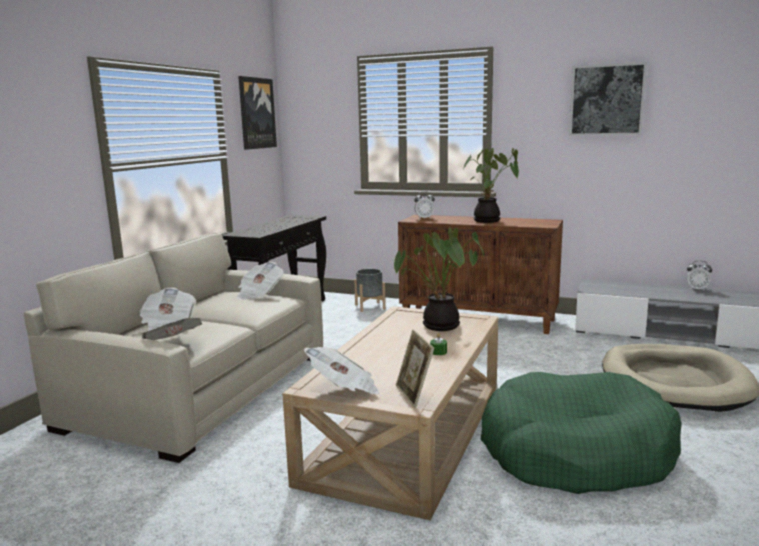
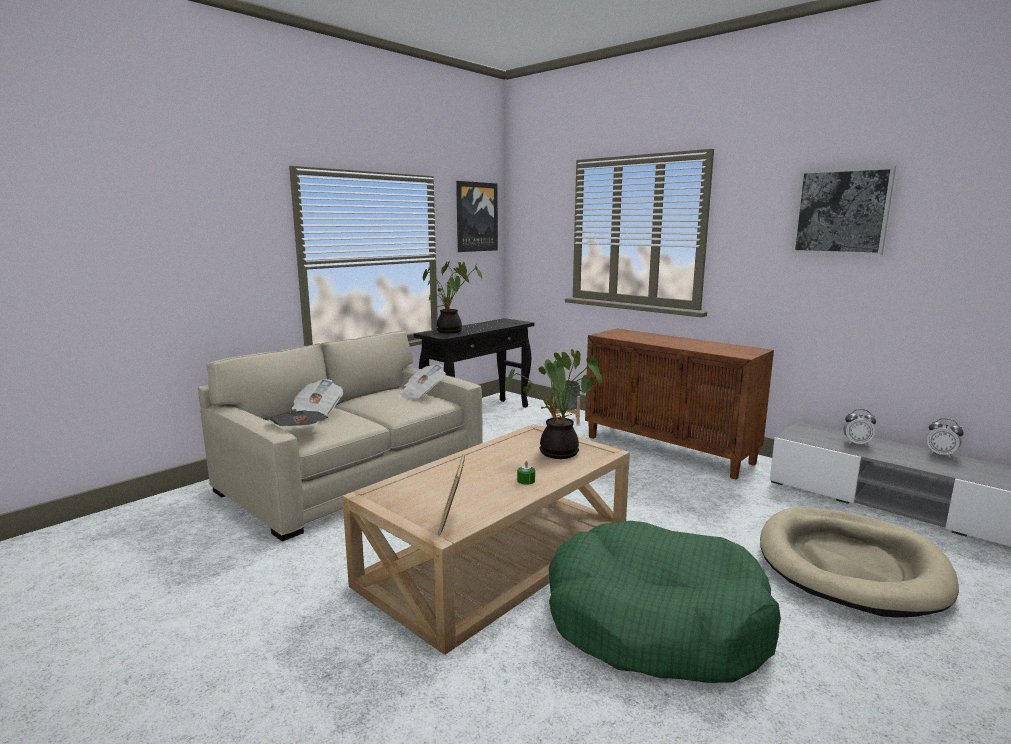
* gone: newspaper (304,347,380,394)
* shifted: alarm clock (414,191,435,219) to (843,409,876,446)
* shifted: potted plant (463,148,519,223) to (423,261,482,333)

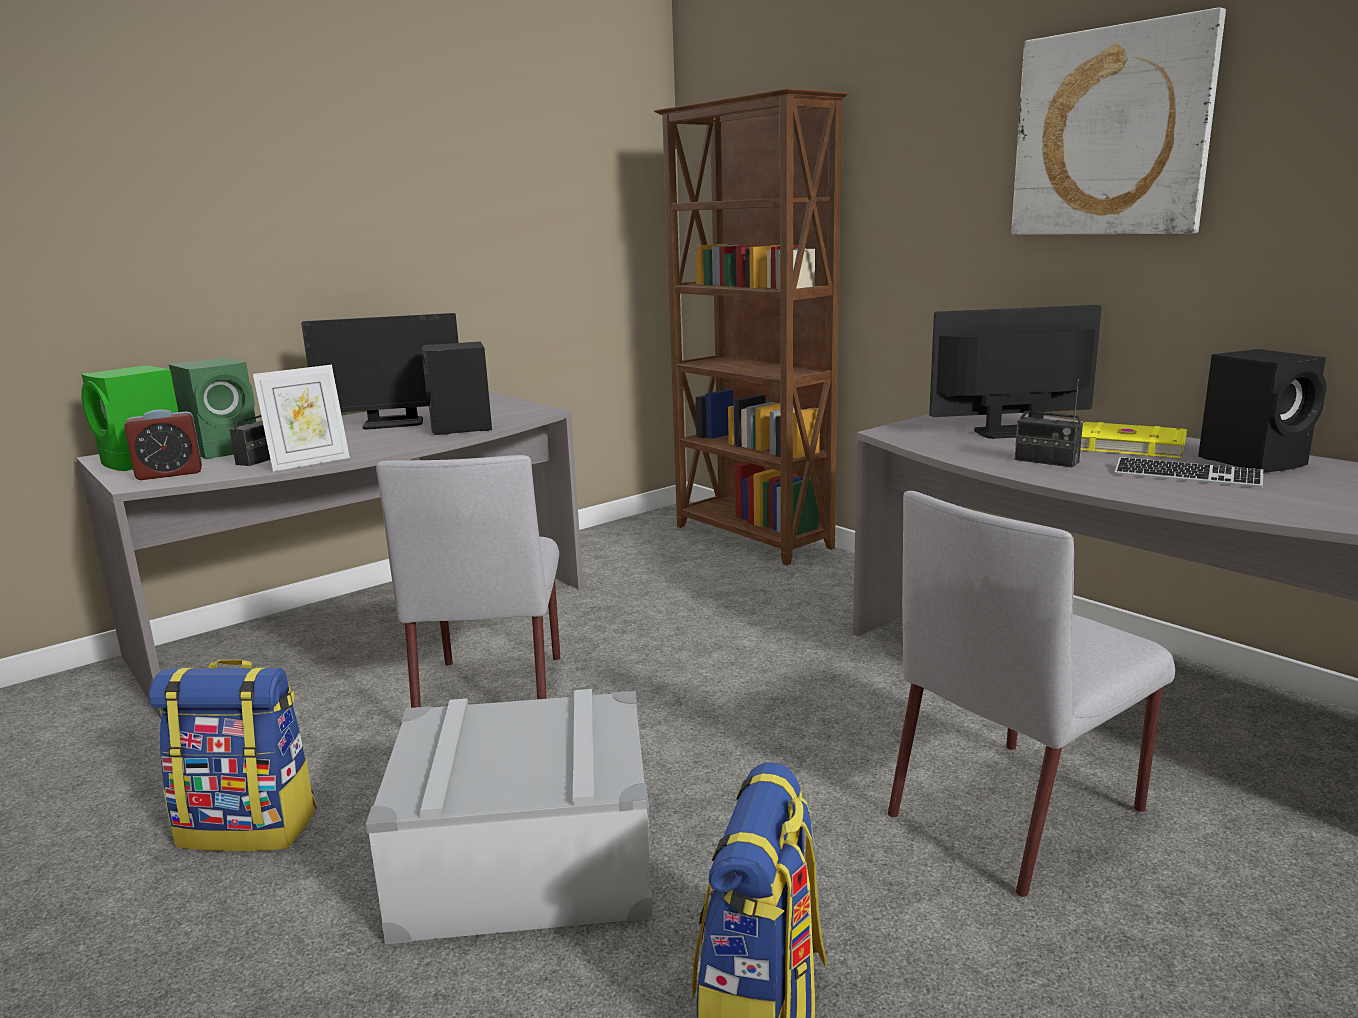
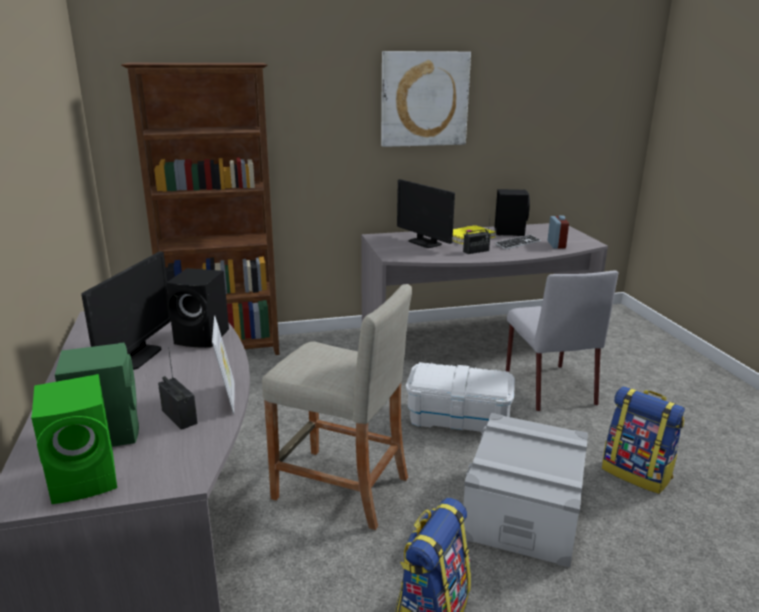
* new: white storage box (406,362,515,433)
* shifted: alarm clock (124,409,202,480) to (548,215,569,249)
* swapped: grey chair (376,455,560,708) to beige stool (262,284,412,530)
* rotated: monitor (929,305,1102,439) = (397,179,455,248) 60 degrees counterclockwise

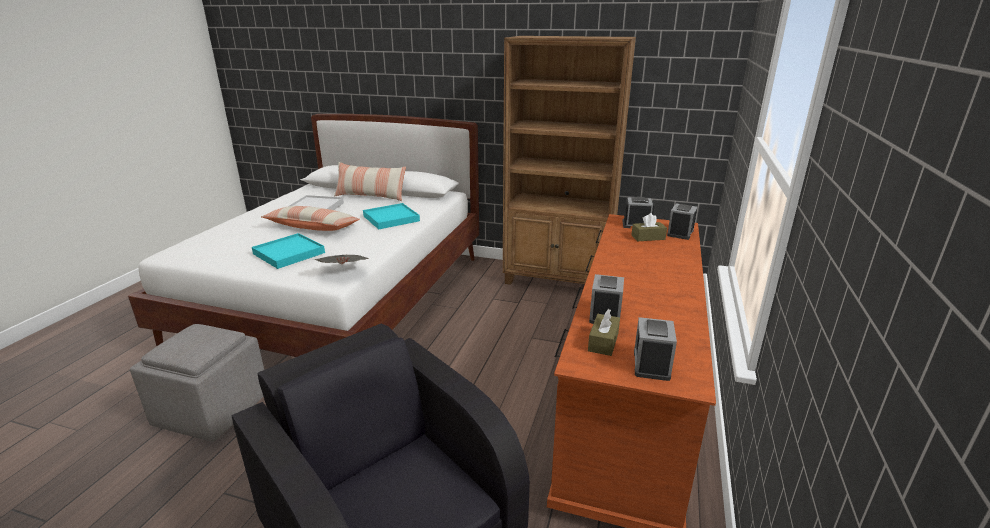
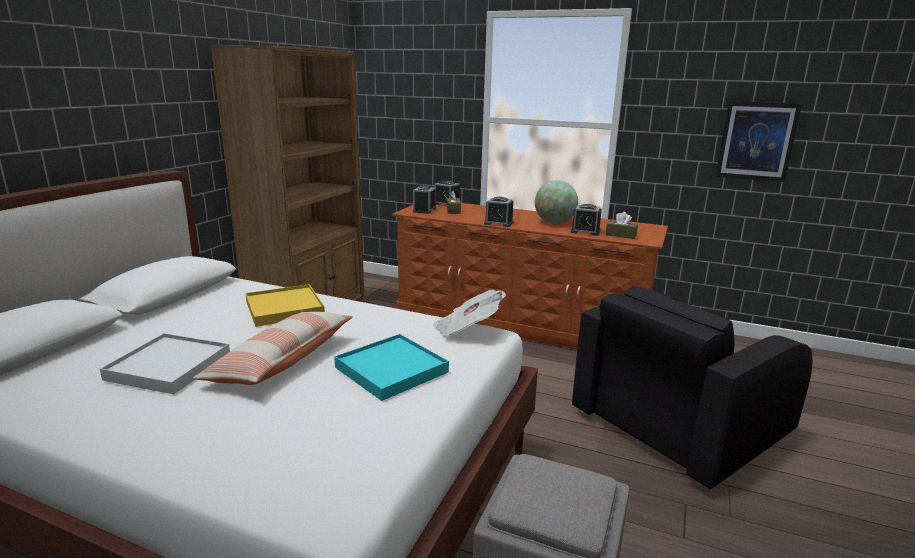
* gone: pillow (334,162,406,201)
* new: globe (535,180,578,224)
* new: picture (716,101,802,182)
* shifted: alarm clock (634,317,677,381) to (484,197,513,227)
* repainted: turquoise tray (363,203,420,229) to yellow tray (245,284,325,327)

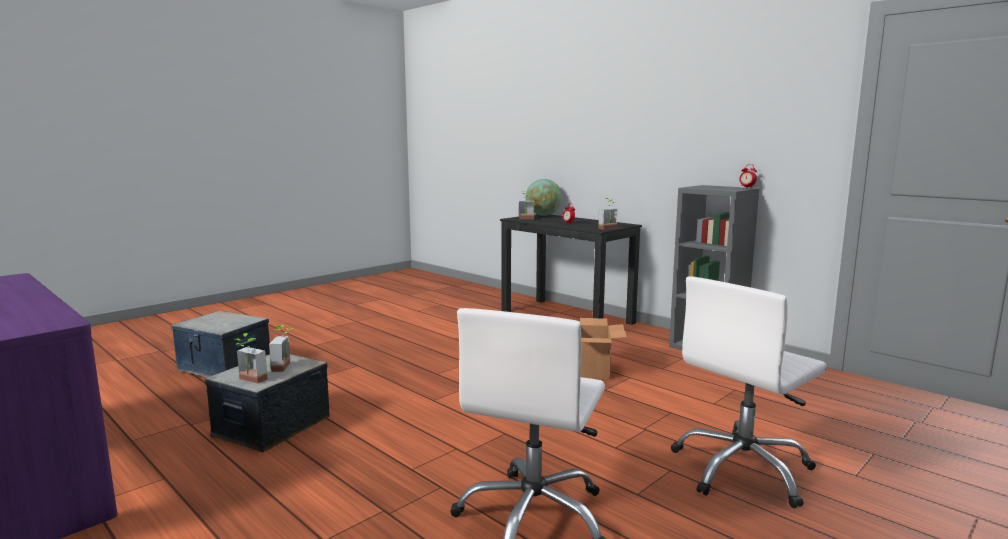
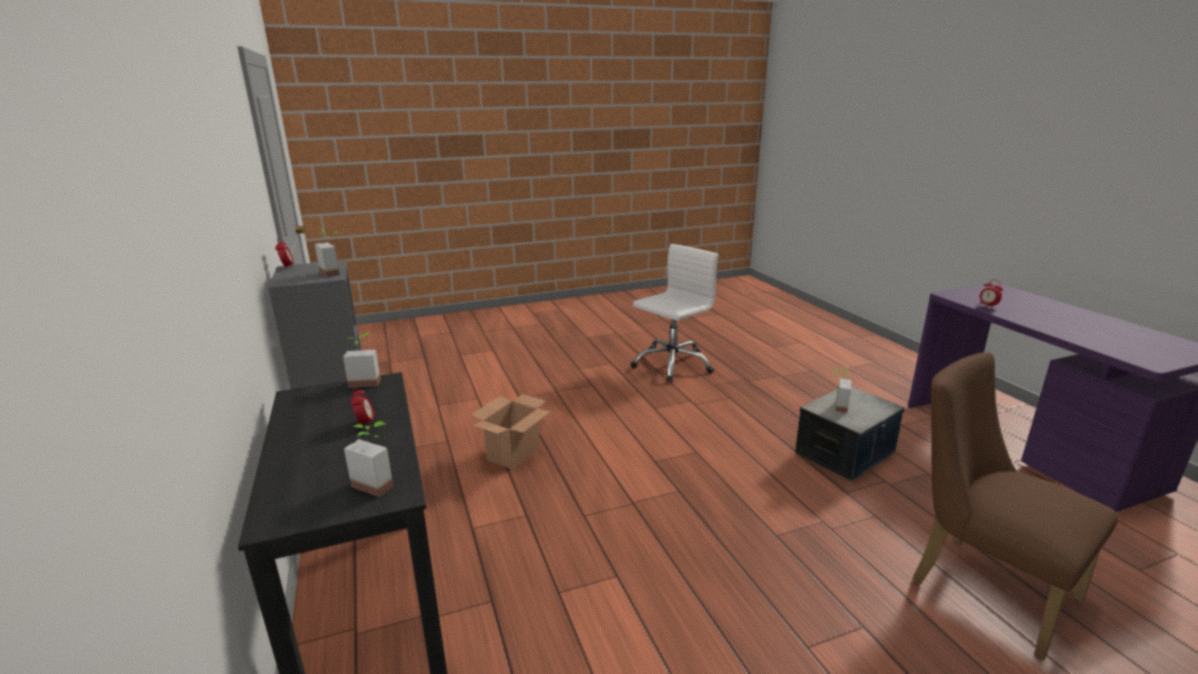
* gone: globe (525,179,562,216)
* gone: white office chair (671,276,827,508)
* new: alarm clock (979,280,1003,307)
* shifted: potted plant (234,333,268,384) to (315,229,340,277)
* swapped: storage box (171,311,270,378) to brown chair (913,352,1118,661)

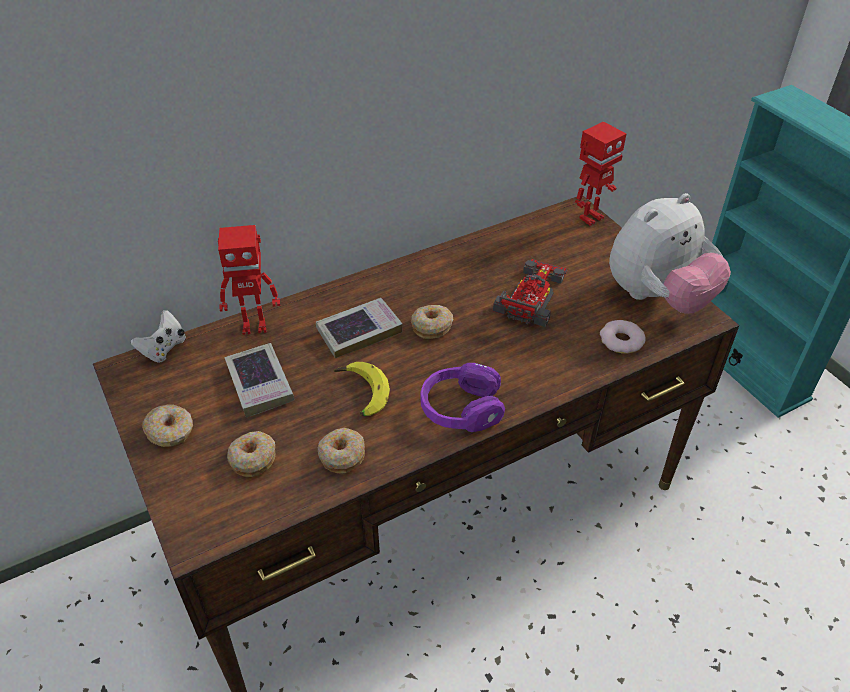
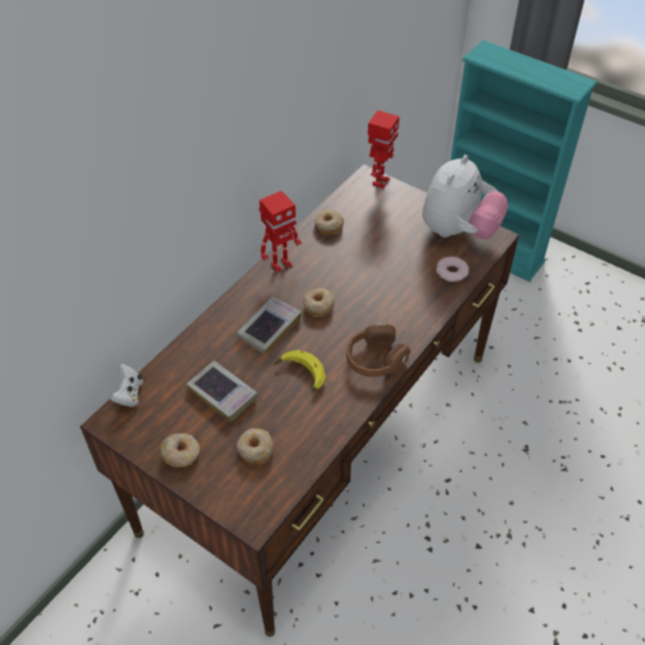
* gone: toy car (493,259,567,327)
* shifted: toy robot (218,225,280,335) to (259,191,302,273)
* shifted: donut (318,428,365,474) to (314,210,344,235)
* repainted: purple headphones (420,363,505,432) to brown headphones (346,324,410,377)

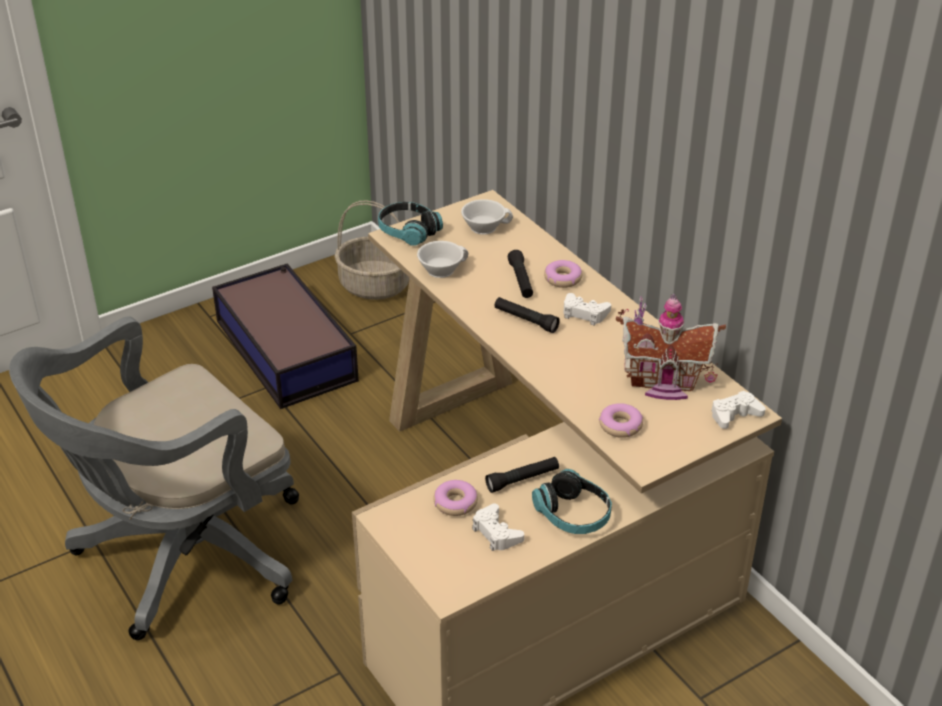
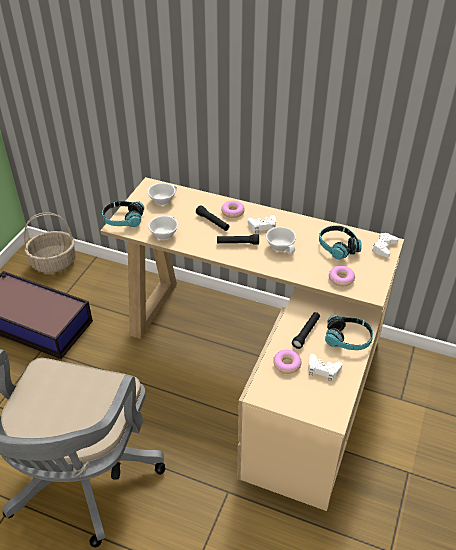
* new: white cup (266,227,296,255)
* swapped: toy house (616,294,726,400) to headphones (319,225,362,260)

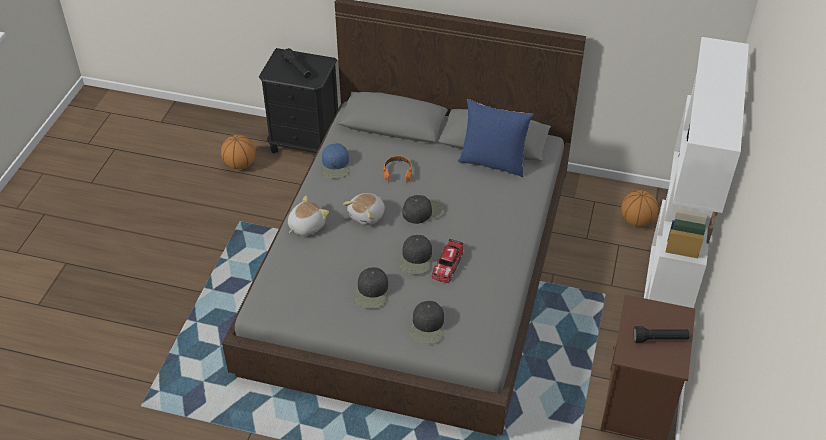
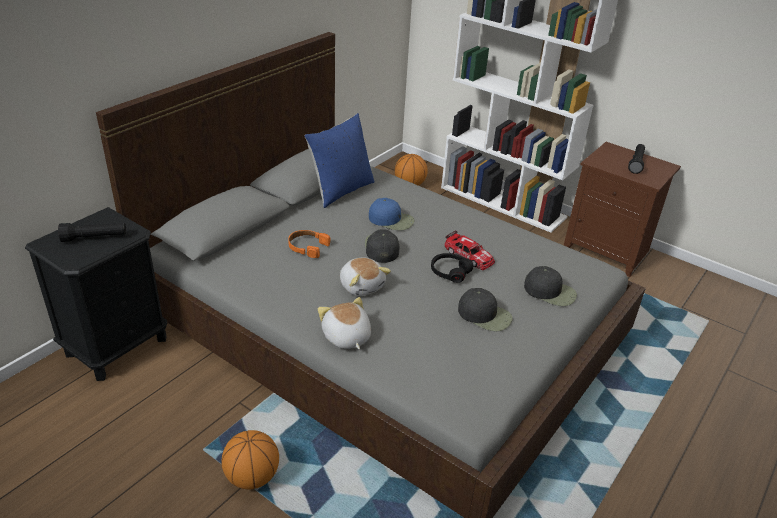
* shifted: basketball (221,135,256,169) to (221,430,279,489)
* shifted: blue cap (321,143,349,178) to (369,198,415,231)
* swapped: black cap (399,235,432,274) to black headphones (431,253,473,283)

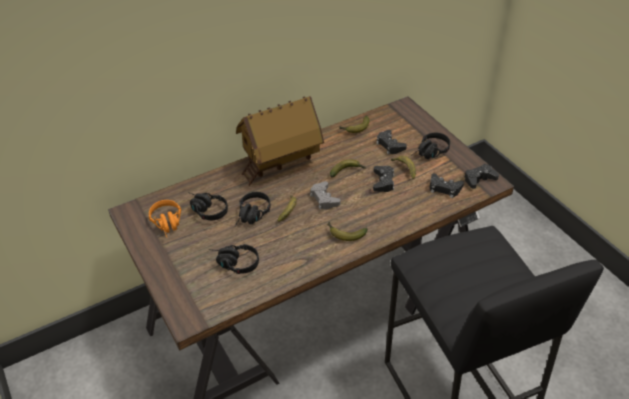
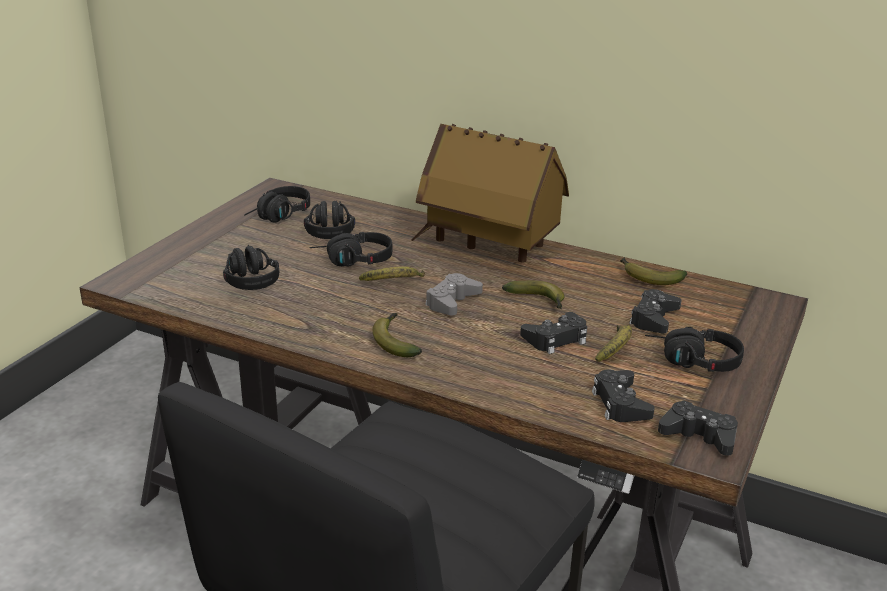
* repainted: orange headphones (149,200,181,237) to black headphones (244,186,310,223)

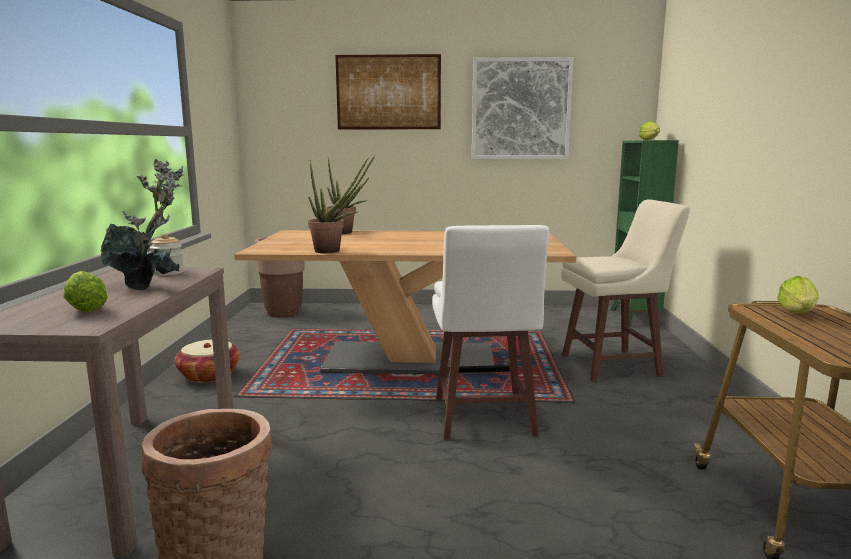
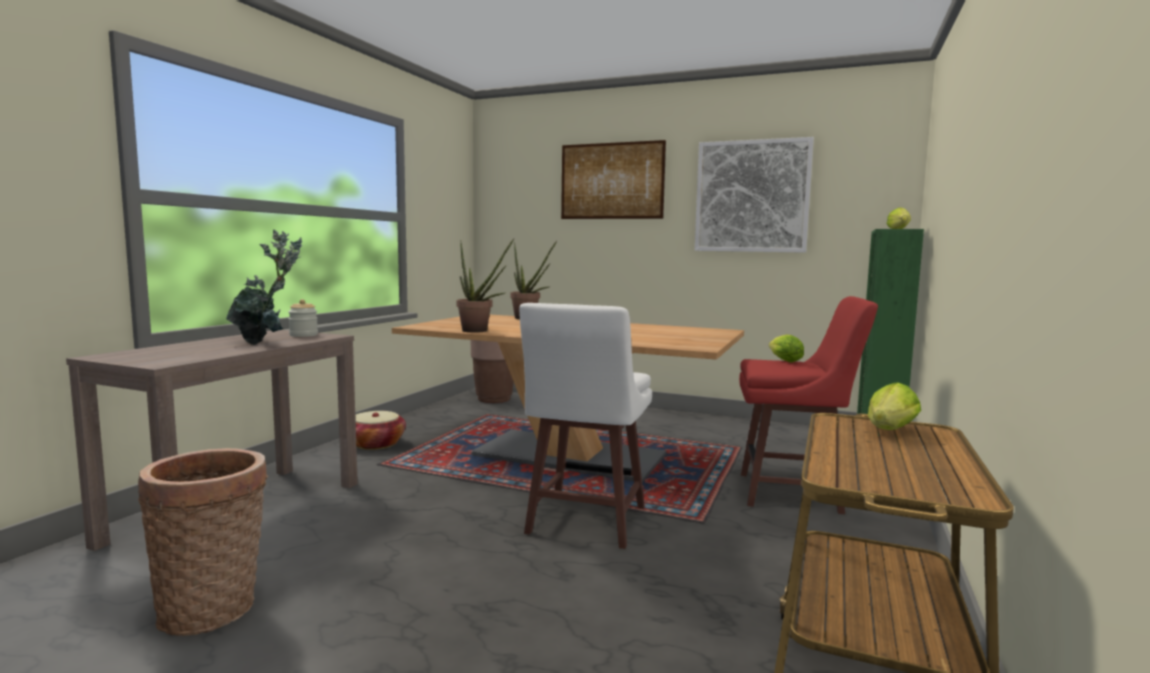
* shifted: lettuce (63,271,108,312) to (769,334,804,362)
* repainted: beige stool (561,199,690,382) to red stool (739,296,878,514)

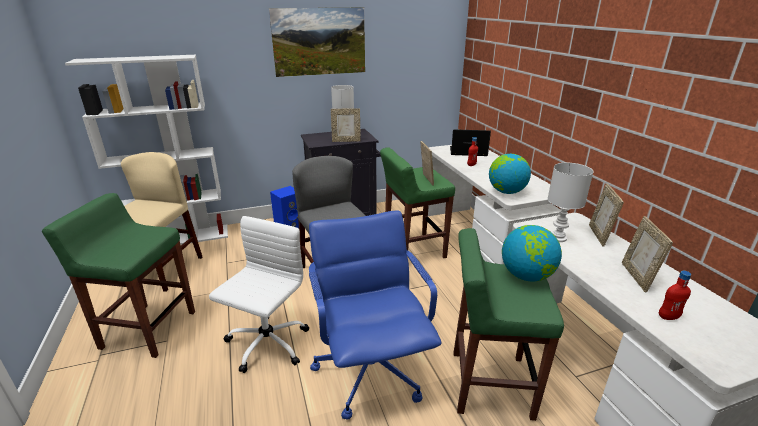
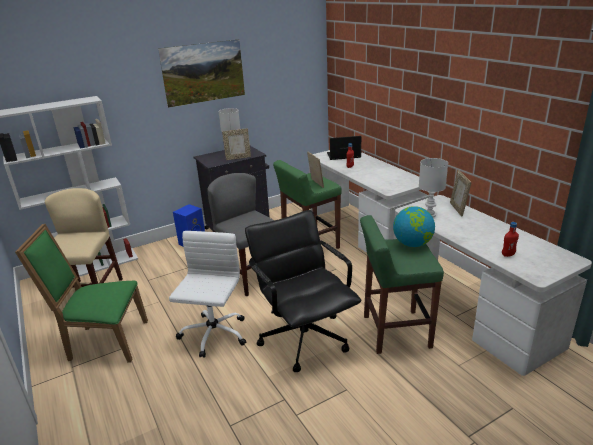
* gone: globe (489,154,531,194)
* gone: picture frame (622,216,673,293)
* swapped: green stool (42,193,195,358) to green chair (15,224,148,363)
* repainted: blue office chair (309,211,442,420) to black office chair (245,210,361,372)

